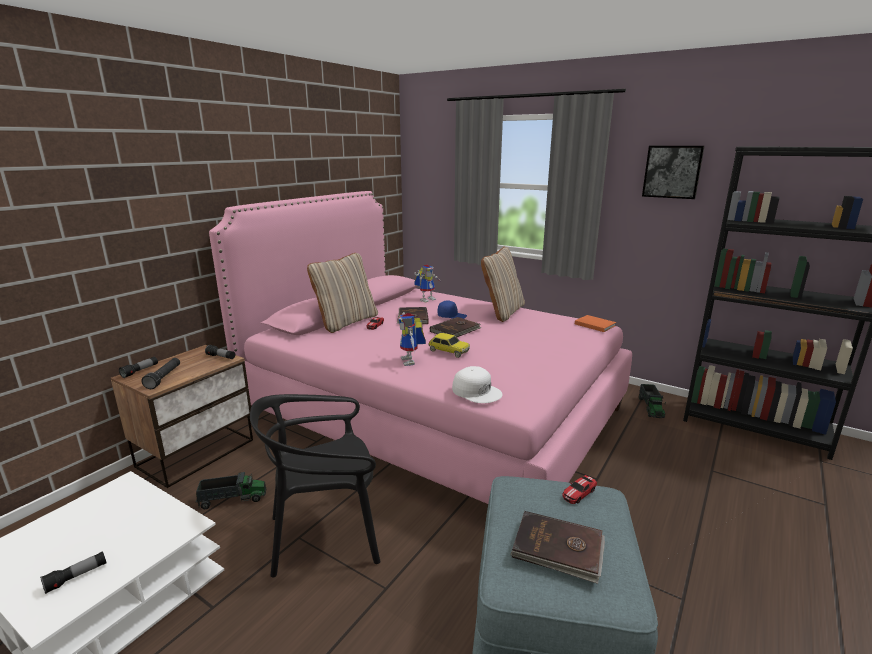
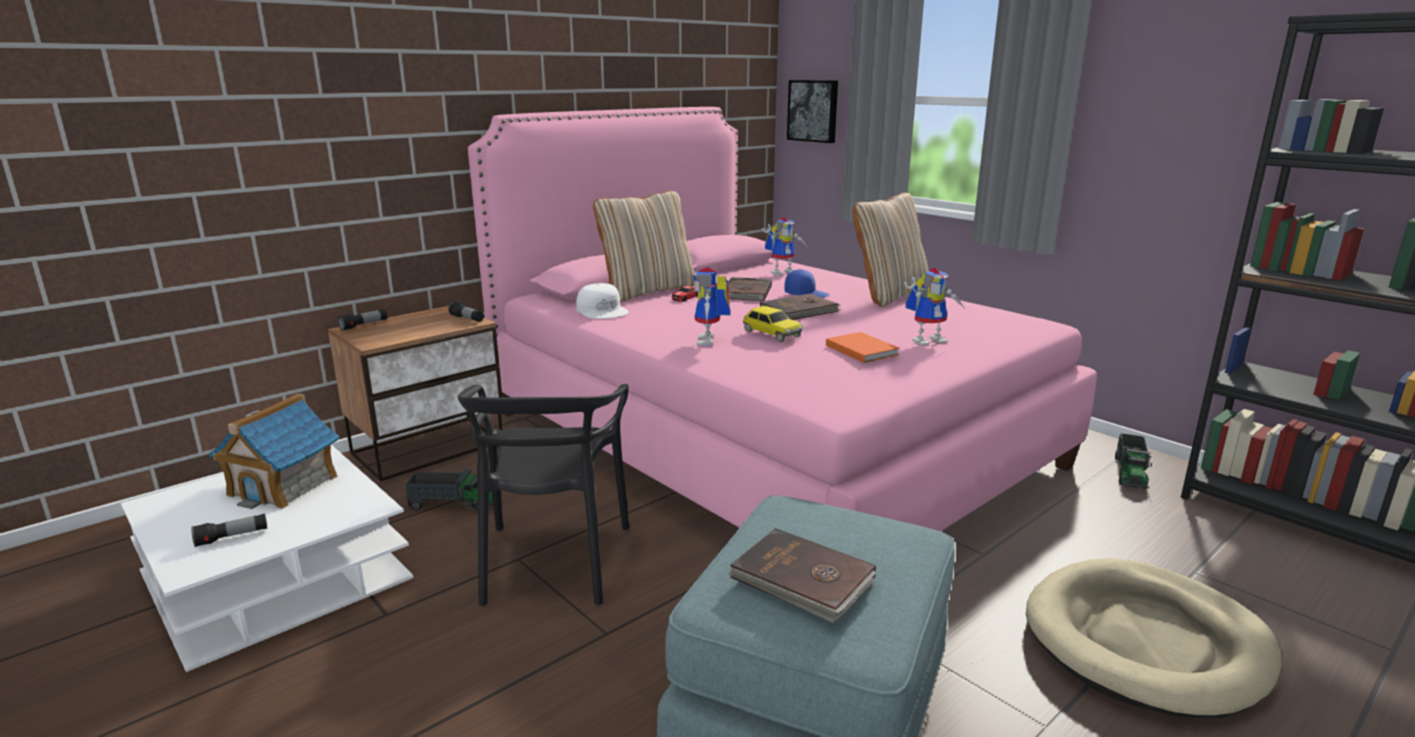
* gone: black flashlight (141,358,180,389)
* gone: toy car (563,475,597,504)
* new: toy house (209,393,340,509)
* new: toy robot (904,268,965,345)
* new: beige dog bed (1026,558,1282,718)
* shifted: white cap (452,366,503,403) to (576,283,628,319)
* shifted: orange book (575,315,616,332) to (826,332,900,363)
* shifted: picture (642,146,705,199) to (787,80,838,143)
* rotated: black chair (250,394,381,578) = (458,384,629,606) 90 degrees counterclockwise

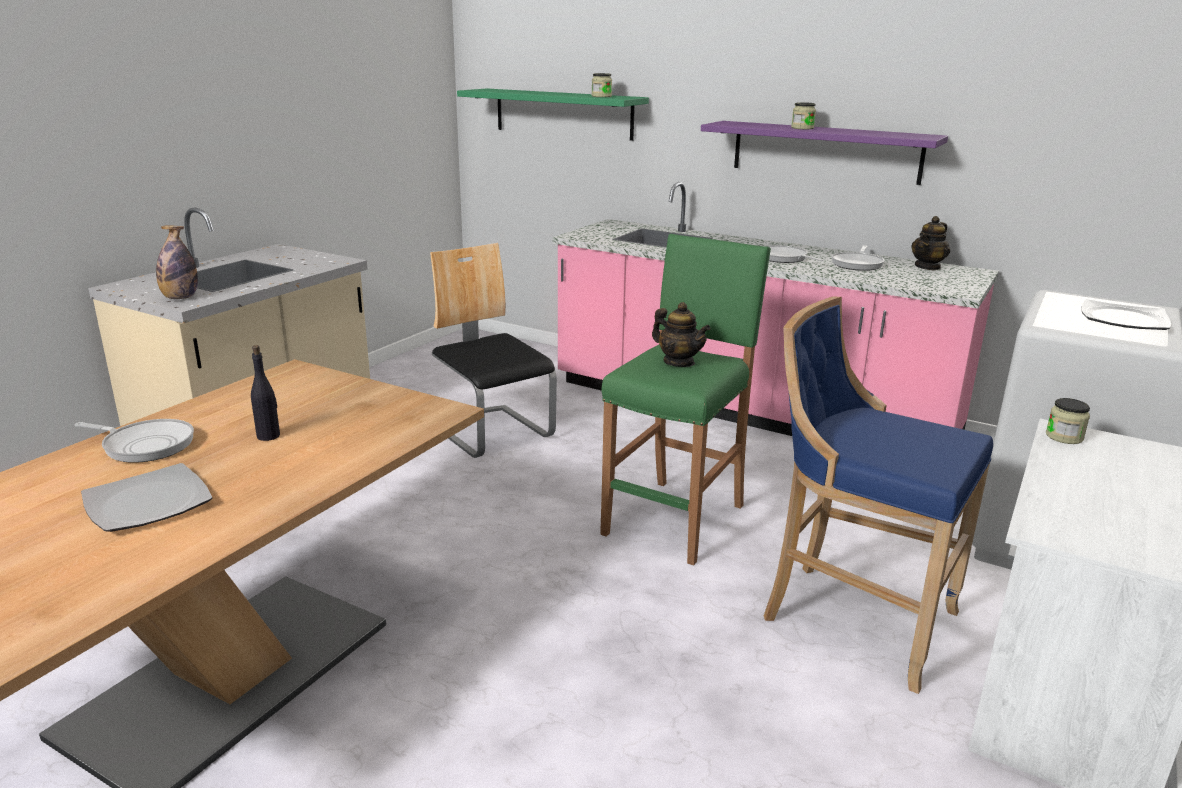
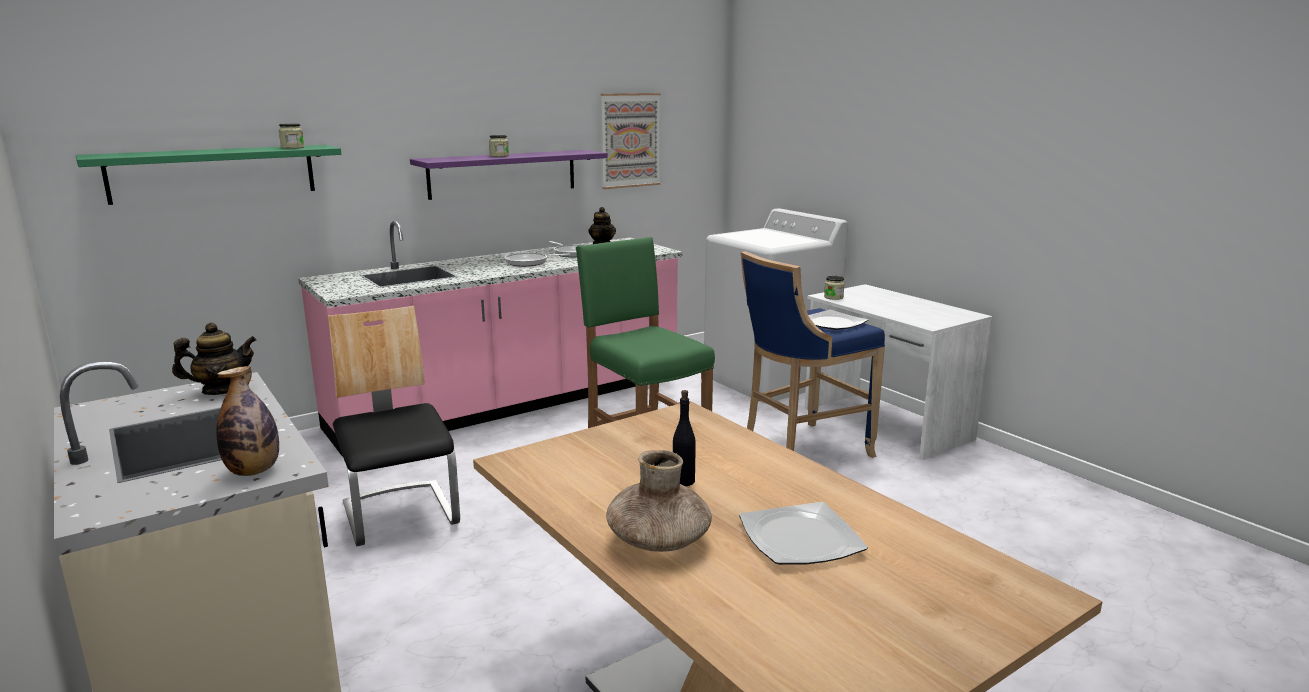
* new: picture (601,93,660,189)
* shifted: teapot (652,302,711,367) to (172,322,256,395)
* shifted: plate (1081,299,1171,330) to (808,309,868,330)
* swapped: frying pan (75,419,194,463) to brown vase (606,450,712,552)
* rotated: chair (430,243,557,458) = (328,306,460,546) 75 degrees clockwise

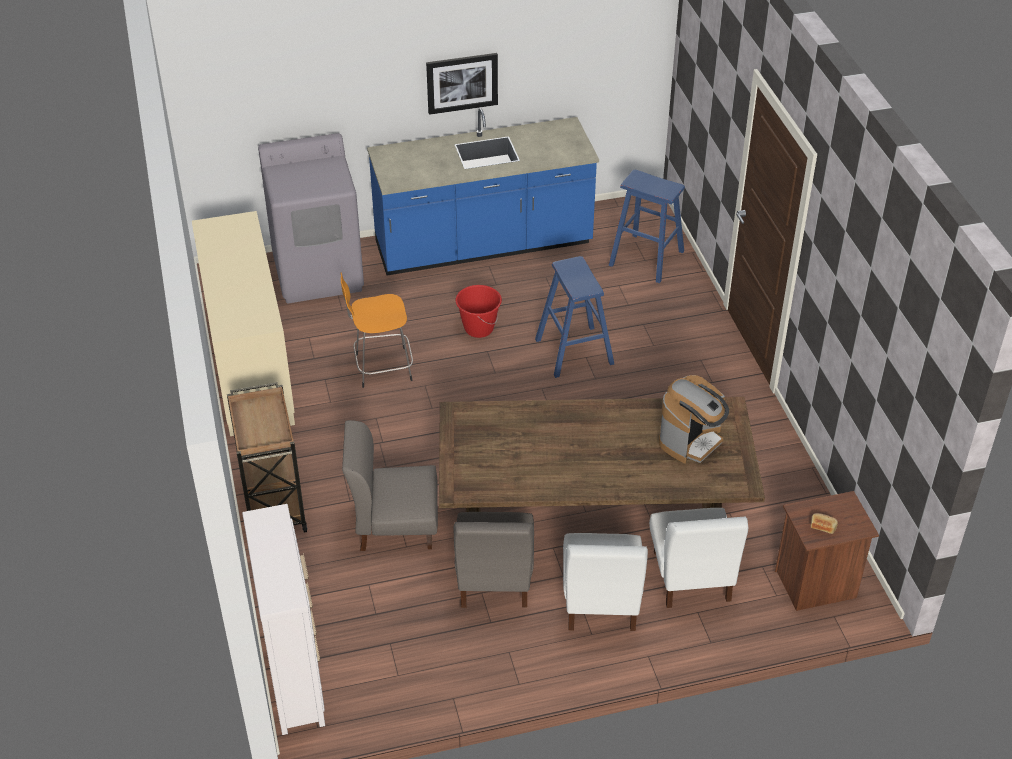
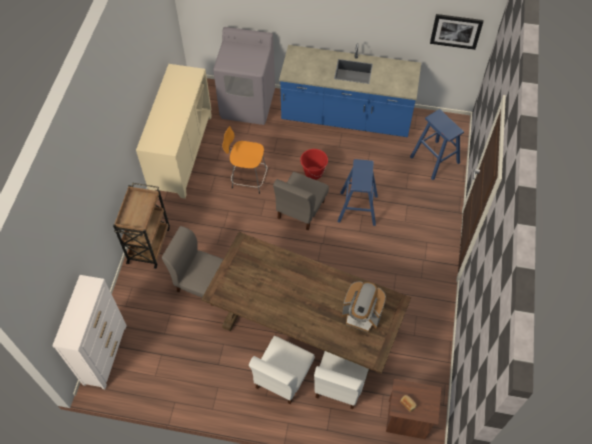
* shifted: picture (426,53,498,115) to (430,14,484,50)
* shifted: grey chair (454,512,534,608) to (273,172,329,230)
* rotated: coffee machine (659,375,729,464) = (342,282,386,332) 45 degrees clockwise

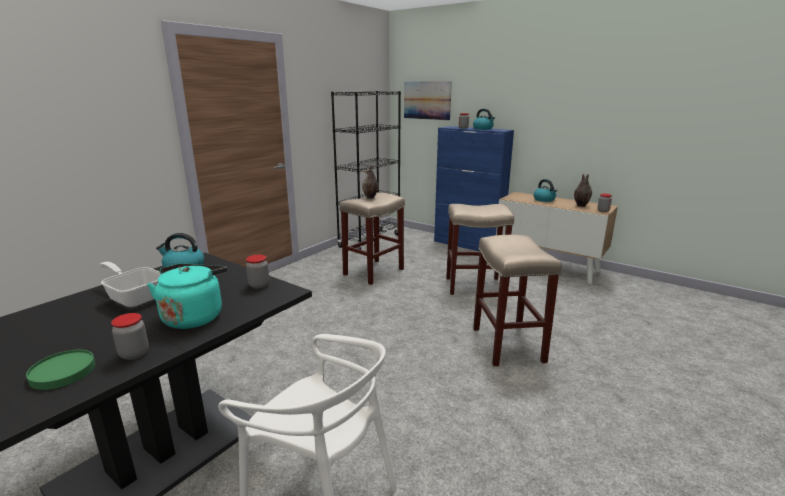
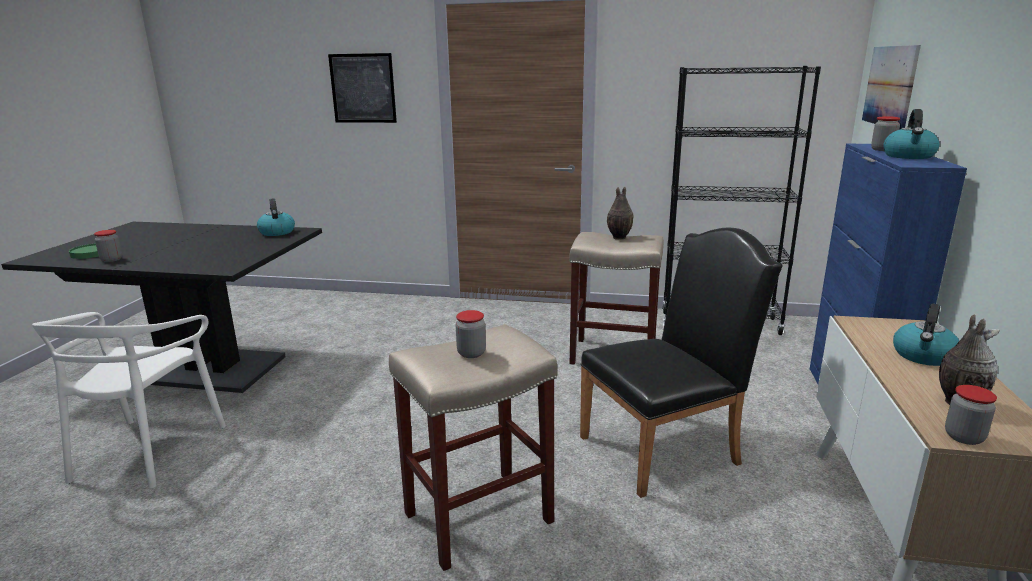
* gone: frying pan (99,262,161,307)
* gone: turquoise kettle (147,264,227,329)
* new: picture (328,53,397,123)
* shifted: jar (246,255,269,289) to (456,310,486,358)
* swapped: beige stool (446,204,514,295) to black chair (580,228,783,498)

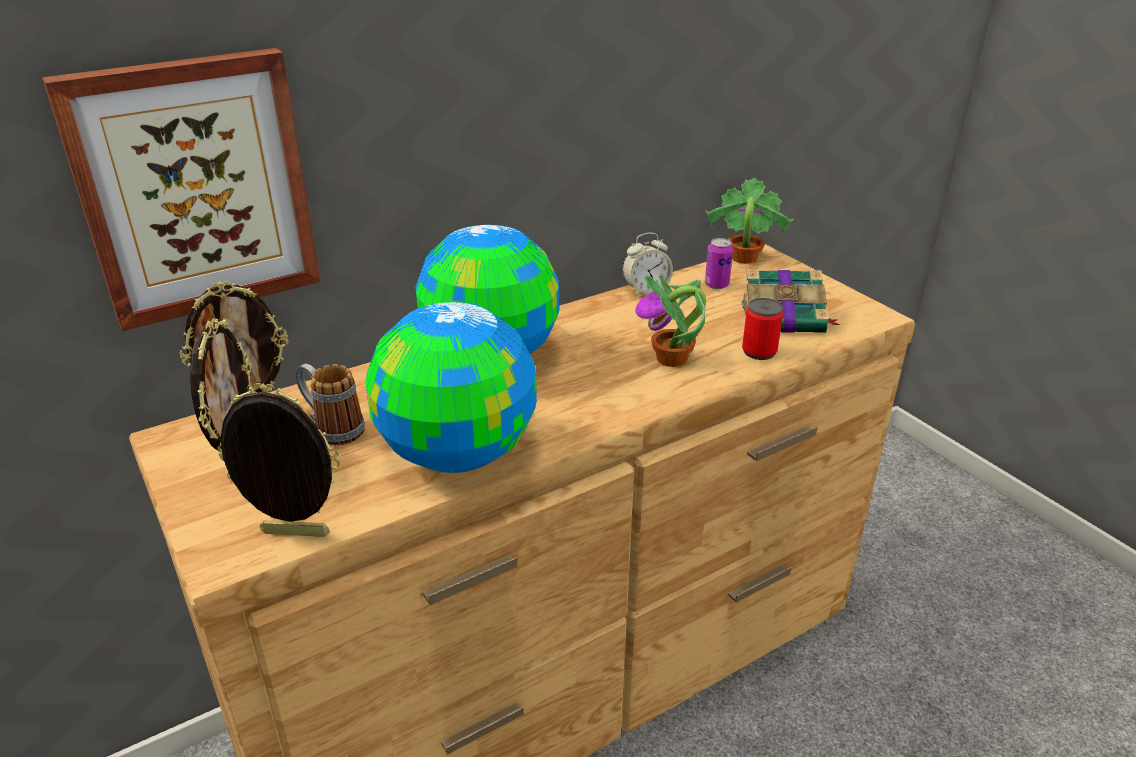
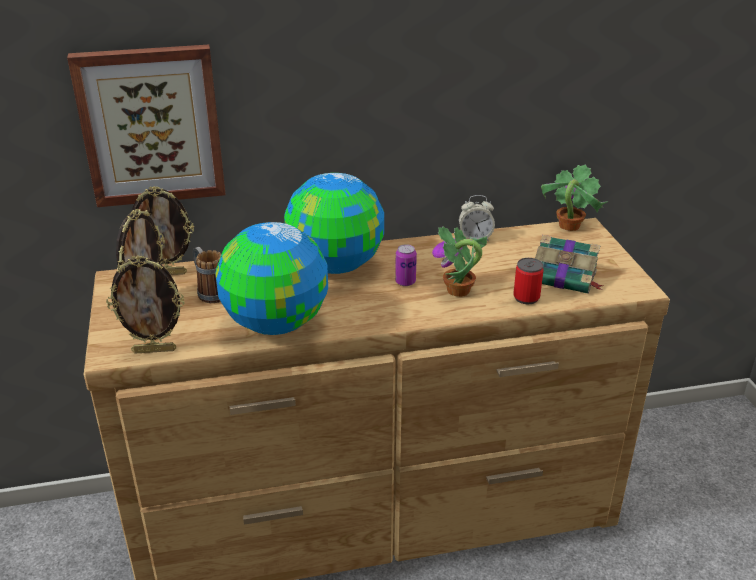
* shifted: can (705,238,733,289) to (395,244,417,286)
* rotated: picture frame (217,383,340,537) = (106,255,184,354) 150 degrees clockwise

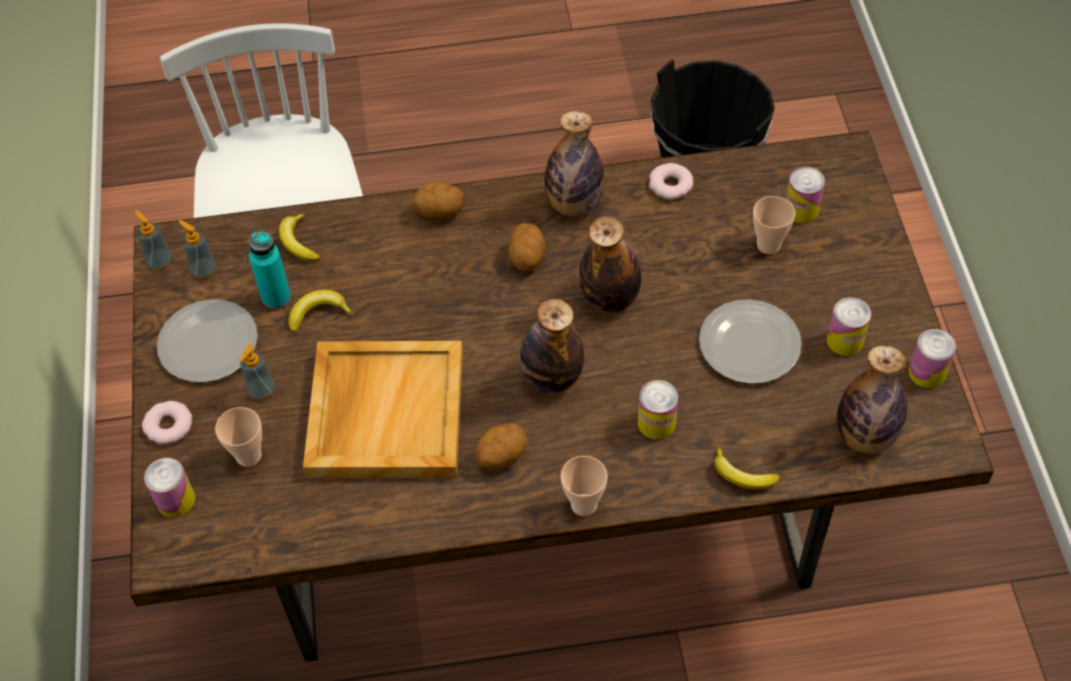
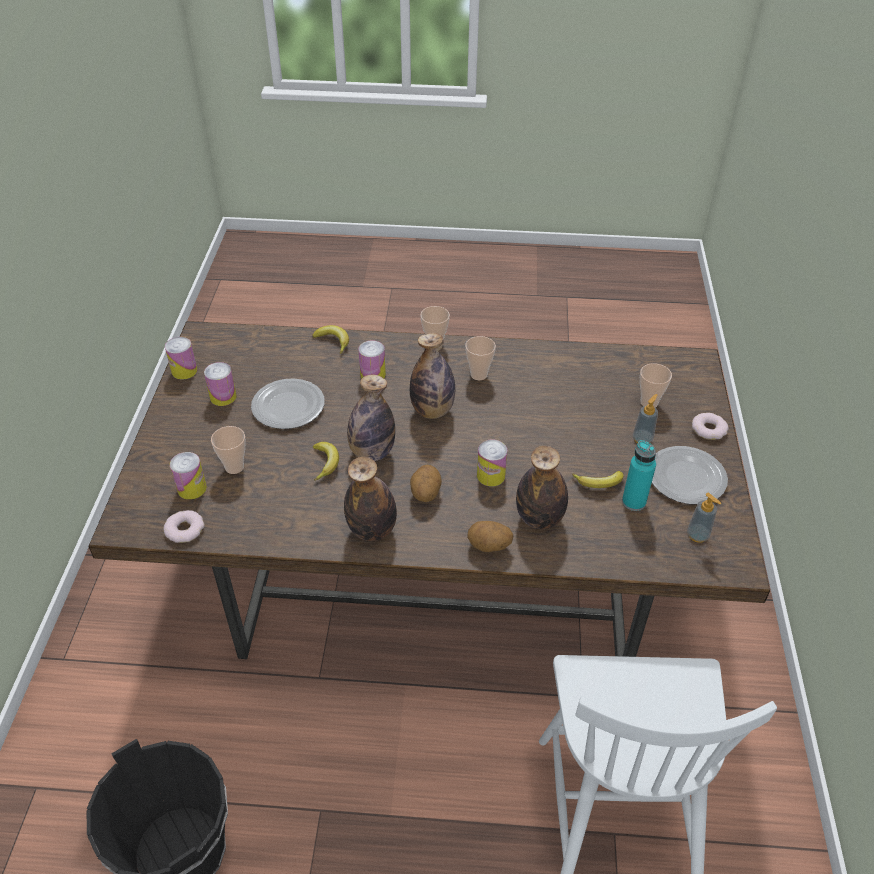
* gone: soap dispenser (135,210,172,271)
* gone: beige tray (303,341,463,478)
* shifted: can (144,458,195,518) to (477,439,507,487)
* shifted: banana (279,213,320,261) to (313,442,339,480)
* shifted: donut (649,163,693,200) to (164,510,205,543)
* shifted: bottle (837,346,907,454) to (516,446,568,529)
* swapped: potato (476,423,527,470) to cup (465,336,496,380)

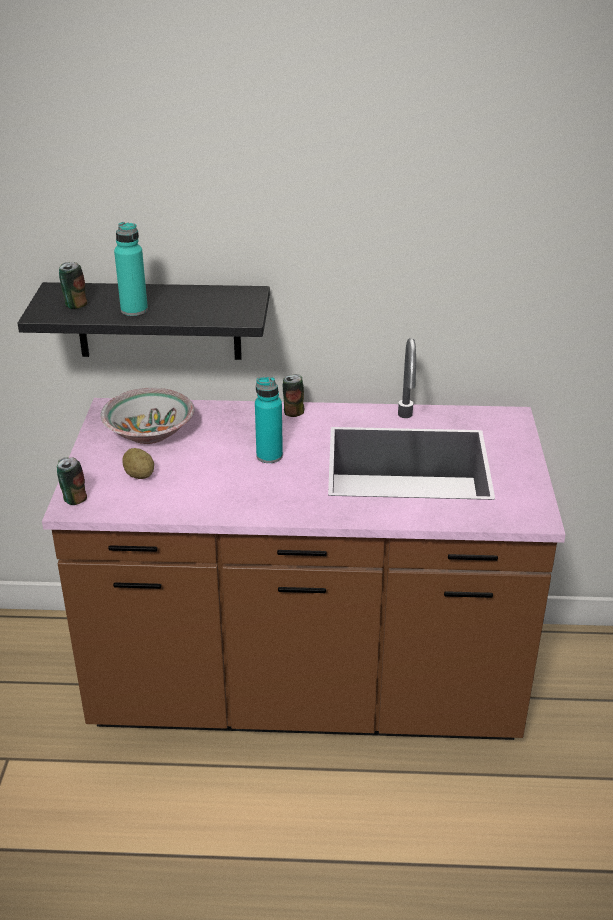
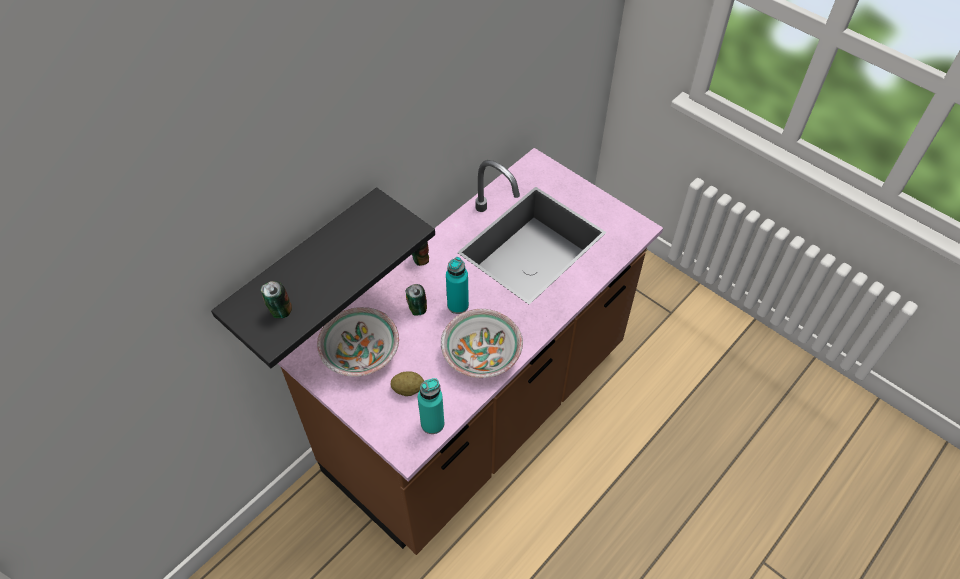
* new: bowl (441,309,523,378)
* shifted: can (57,457,87,505) to (405,284,427,316)
* shifted: turquoise bottle (114,222,148,316) to (418,378,444,434)

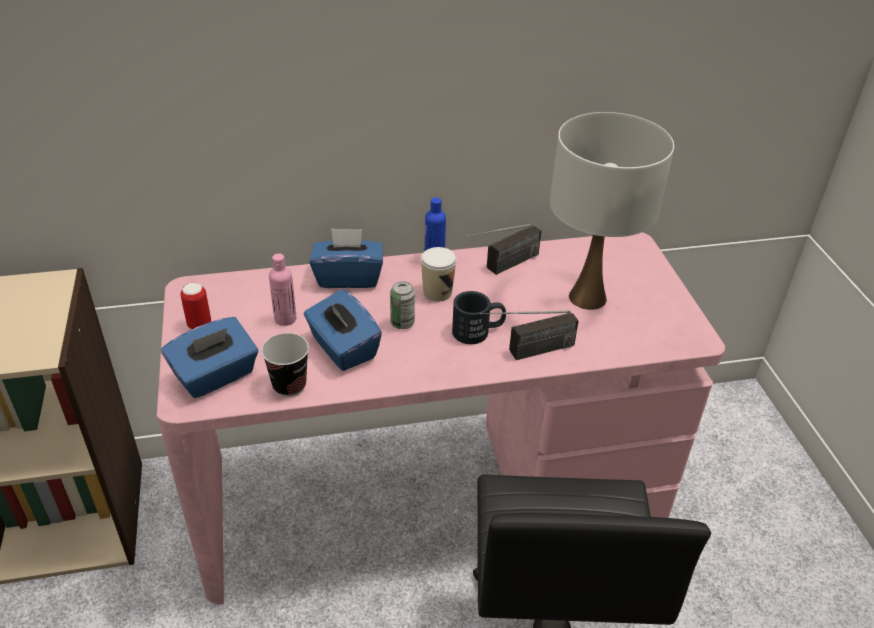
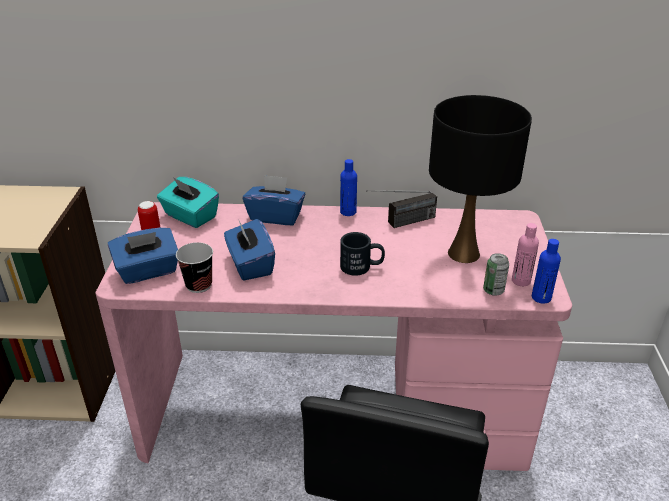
* gone: cup (421,247,457,302)
* gone: radio (480,310,579,360)
* new: turquoise tissue box (157,177,219,228)
* new: blue bottle (532,239,561,304)
* shifted: pink bottle (269,253,297,326) to (512,223,539,286)
* shifted: can (390,281,415,329) to (483,253,509,296)
* repainted: white table lamp (550,112,674,310) to black table lamp (429,95,532,263)

